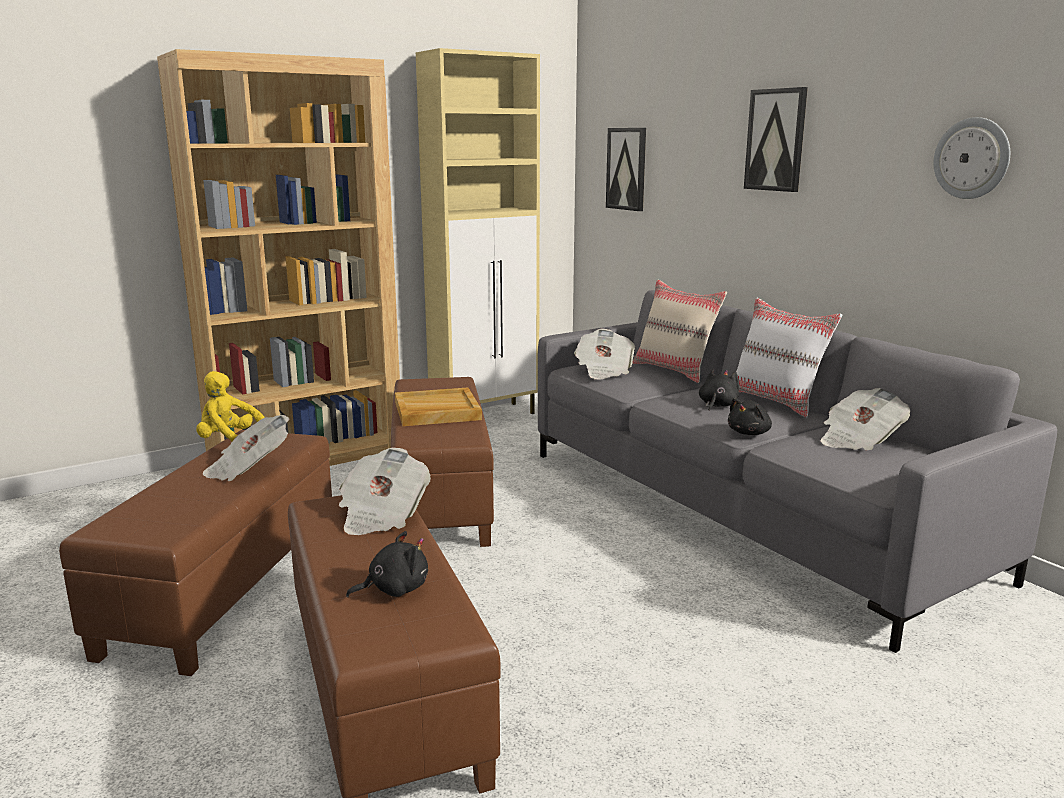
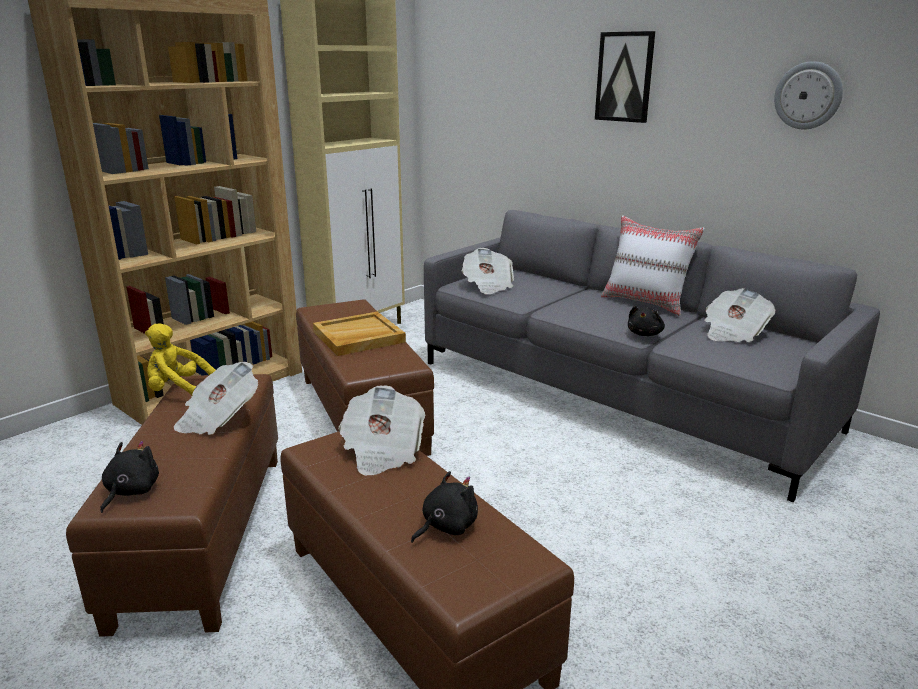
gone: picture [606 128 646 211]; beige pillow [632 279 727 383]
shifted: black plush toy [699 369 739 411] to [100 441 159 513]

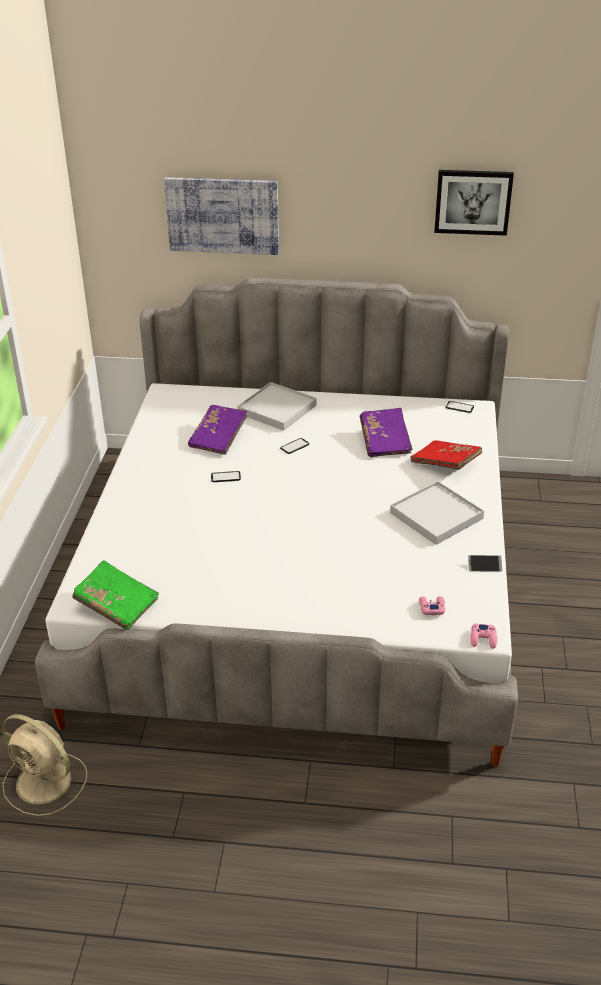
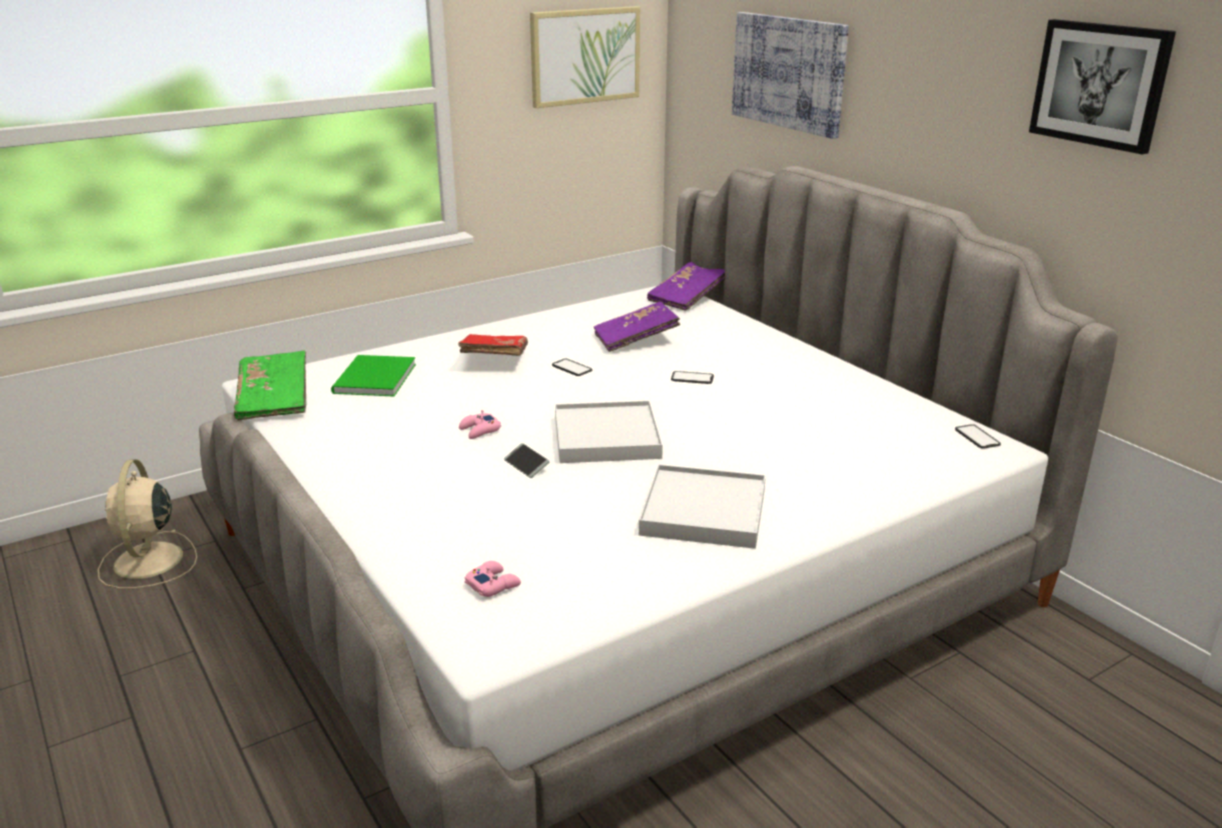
new: green book [331 355 416 397]; picture [530 6 640 108]
shifted: red book [410 440 482 470] to [458 334 528 356]; pink game controller [470 623 497 649] to [459 410 501 439]; phone [468 555 502 572] to [504 443 549 478]; white tray [237 382 317 431] to [555 401 663 463]; purple book [360 408 412 457] to [647 262 725 311]

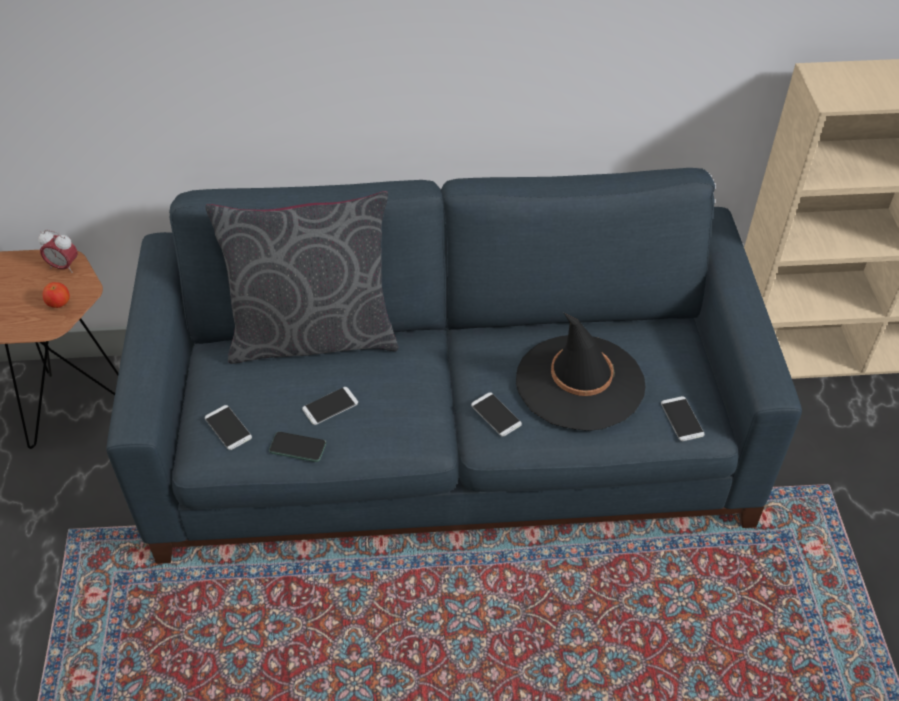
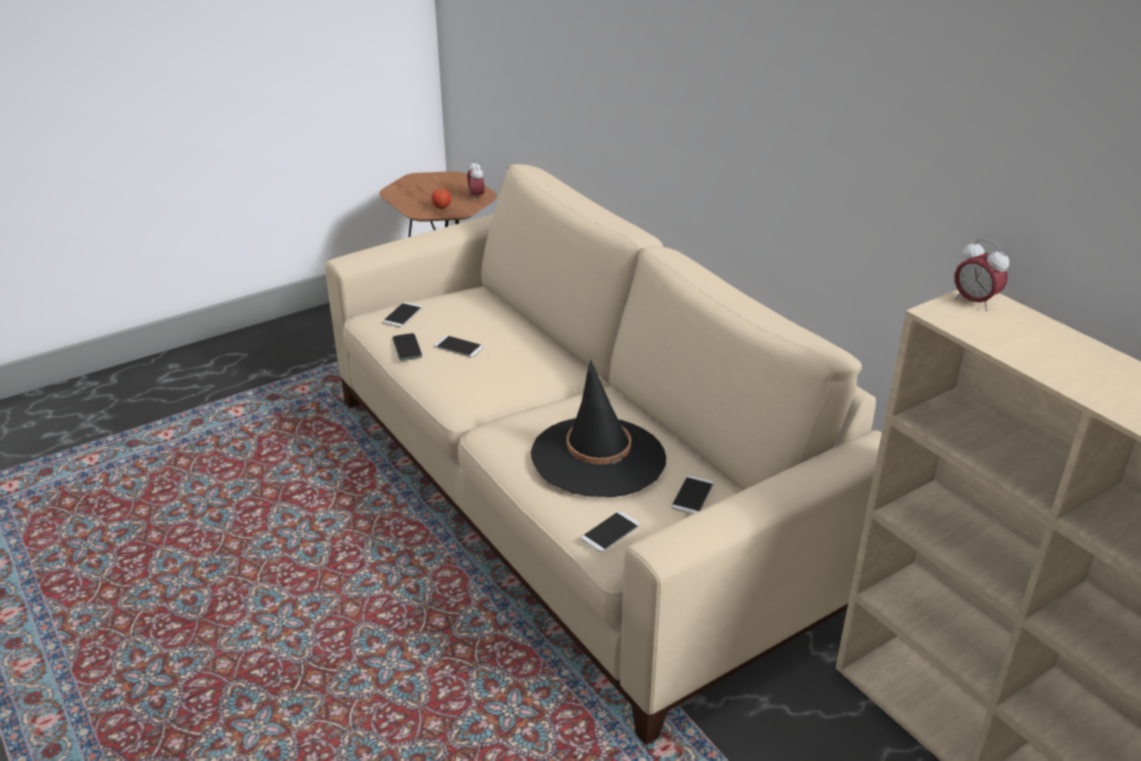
gone: grey pillow [205 191 398 364]
new: alarm clock [954 239 1009 311]
shifted: phone [471 392 522 436] to [671 475 714 514]
repainted: blue sofa [106 168 802 564] to beige sofa [325 164 882 745]

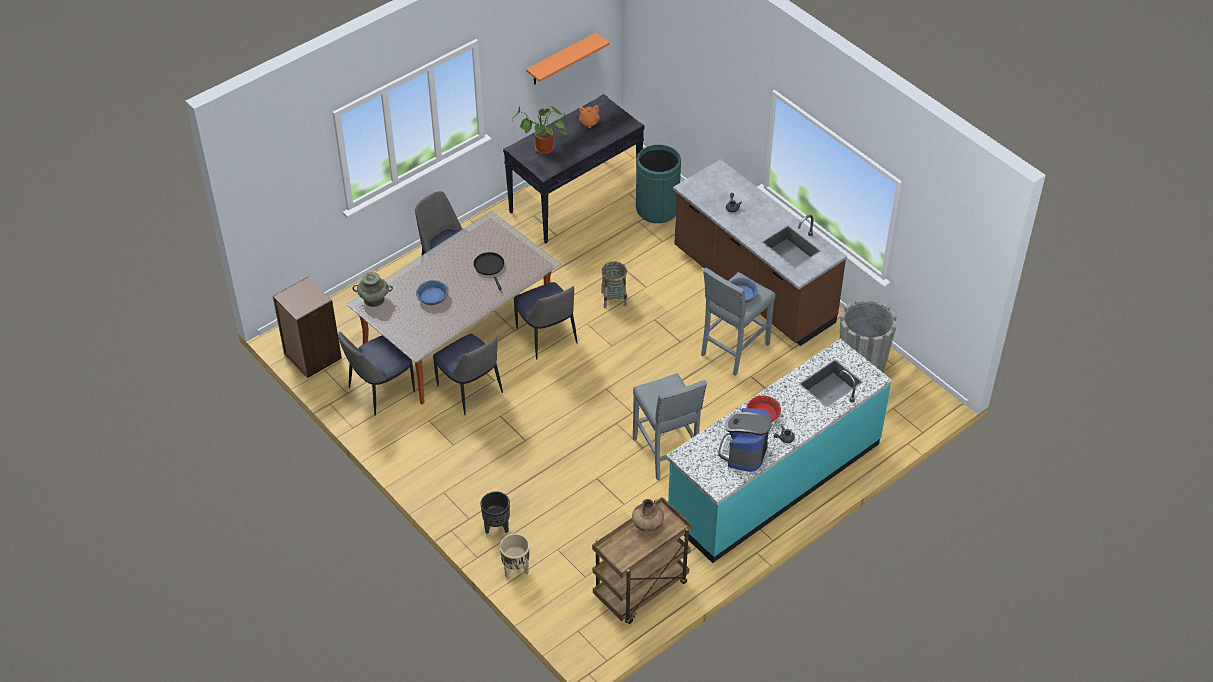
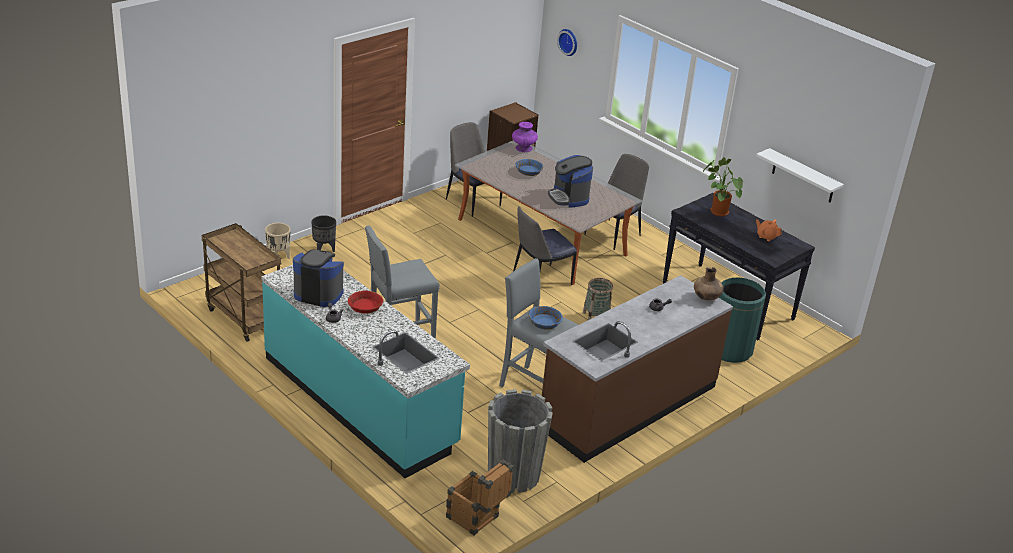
gone: chair [433 334 503 415]
new: crate [446 459 514 535]; wall clock [557 29 577 56]
shifted: brown vase [632 499 664 532] to [694 267 724 301]
swapped: black frying pan [474 252 504 290] to coffee machine [548 155 593 208]
repainted: turquoise vase [352 272 393 307] to purple vase [512 122 538 152]; orange shelf [526 33 609 85] to white shelf [756 148 844 203]

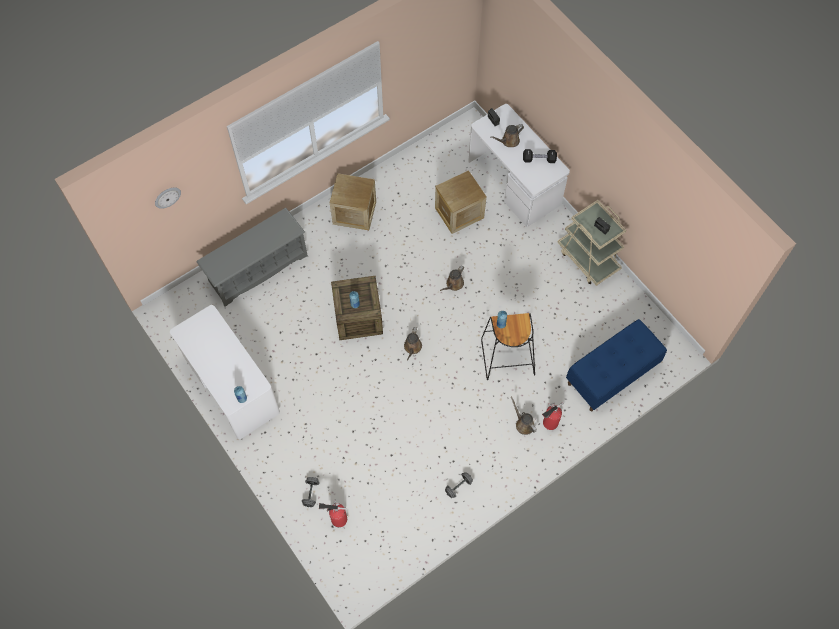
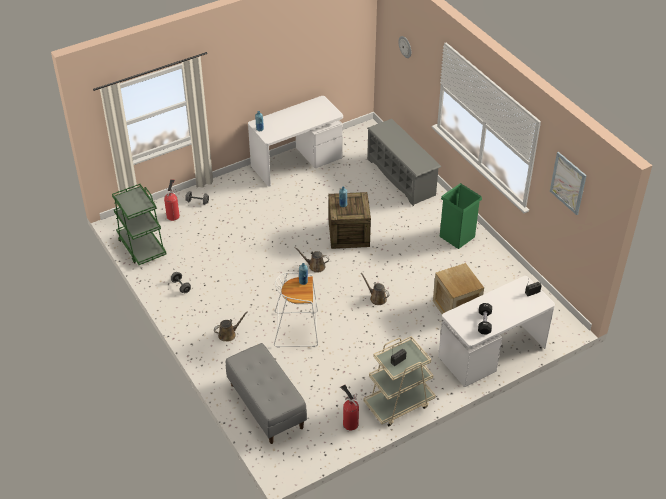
gone: brown watering can [490 124 524 147]
new: green cart [112 184 166 265]; picture [550 152 587 215]
shifted: fire extinguisher [542 402 563 430] to [340 385 359 430]
swapped: crate [330 173 376 230] to green trash can [440 183 482 249]
repainted: blue bench [566 319 667 411] to grey bench [226 343 307 444]; black stool [481 313 535 380] to white stool [274 272 318 348]

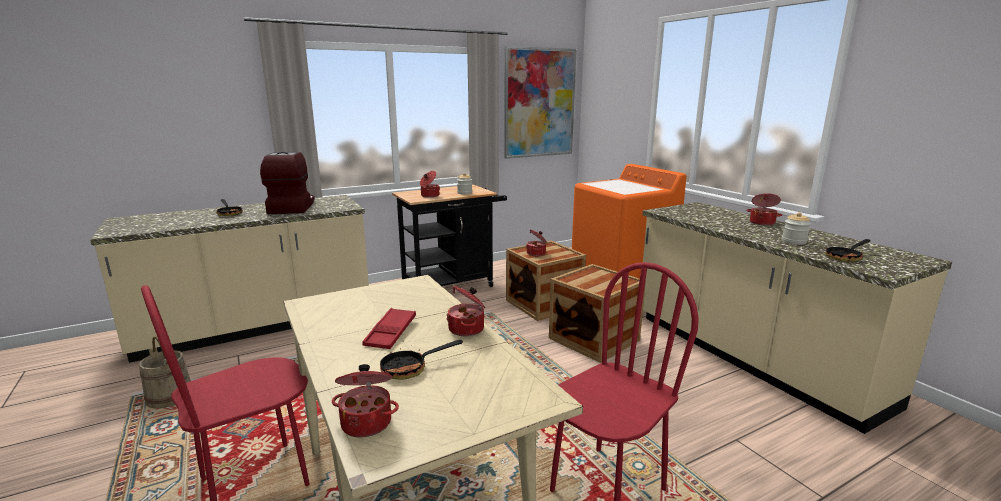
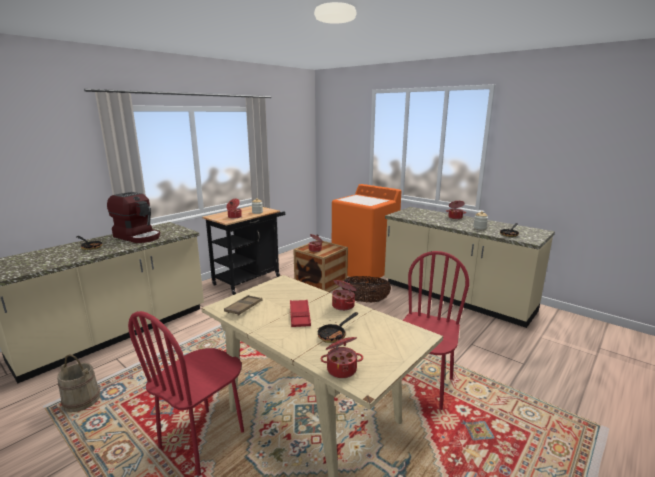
gone: picture [504 46 577 159]
new: brown tray [224 295 262 316]
swapped: crate [549 264 646 363] to basket [342 276 391 302]
rotated: coffee machine [260 152 315 214] = [107 192 160 243] 150 degrees clockwise

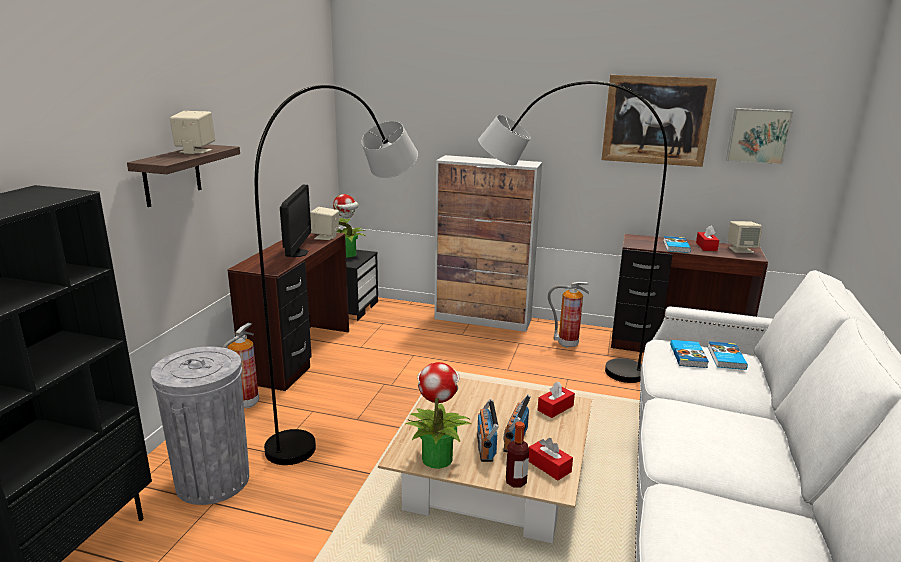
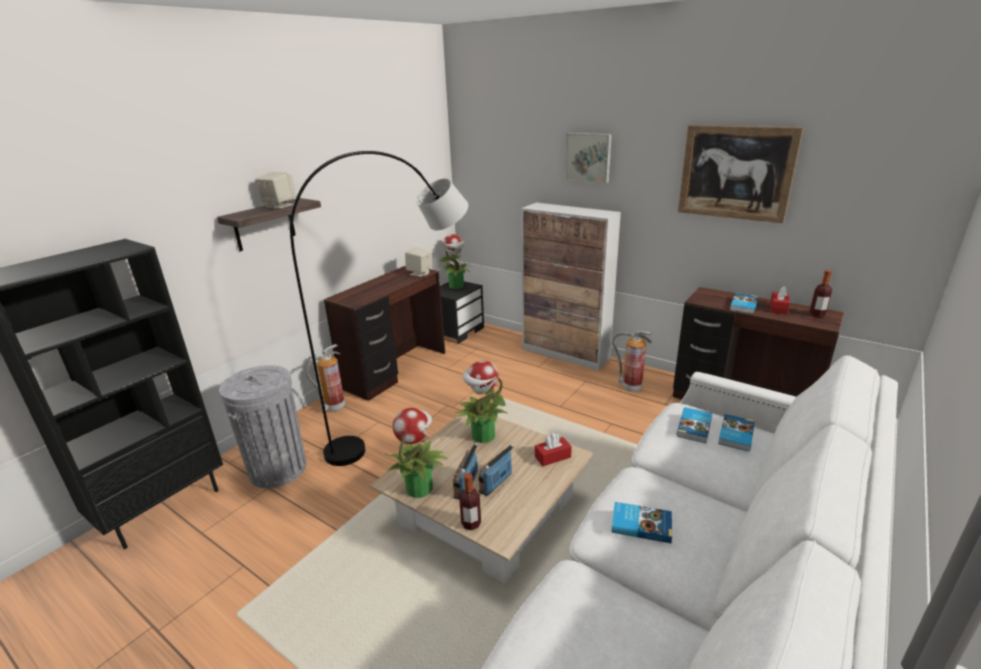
gone: monitor [280 185 311 257]; grey floor lamp [478 81 667 383]; red tissue box [529 438 573 481]
new: potted plant [456 361 508 443]; book [612 502 672 543]
shifted: picture [726 108 793 165] to [565 133 612 183]
swapped: beige speaker [727 221 762 253] to bottle [809 270 832 317]

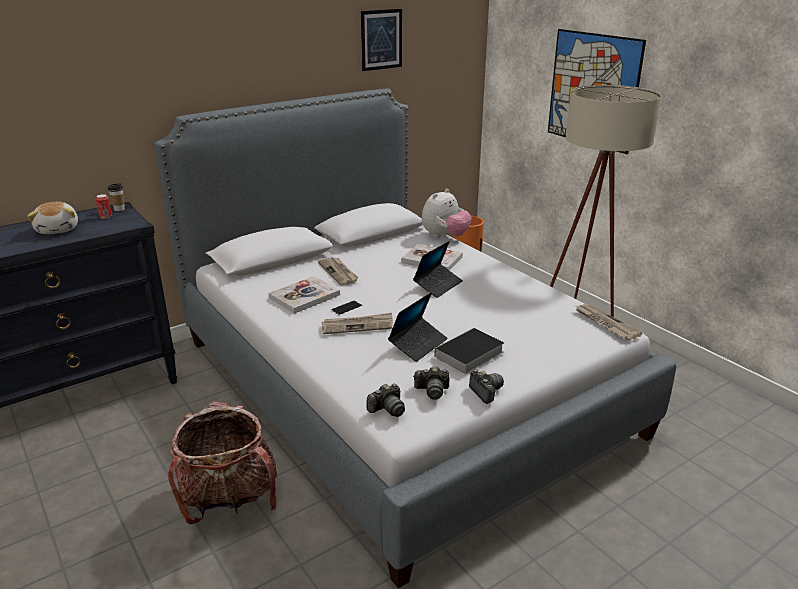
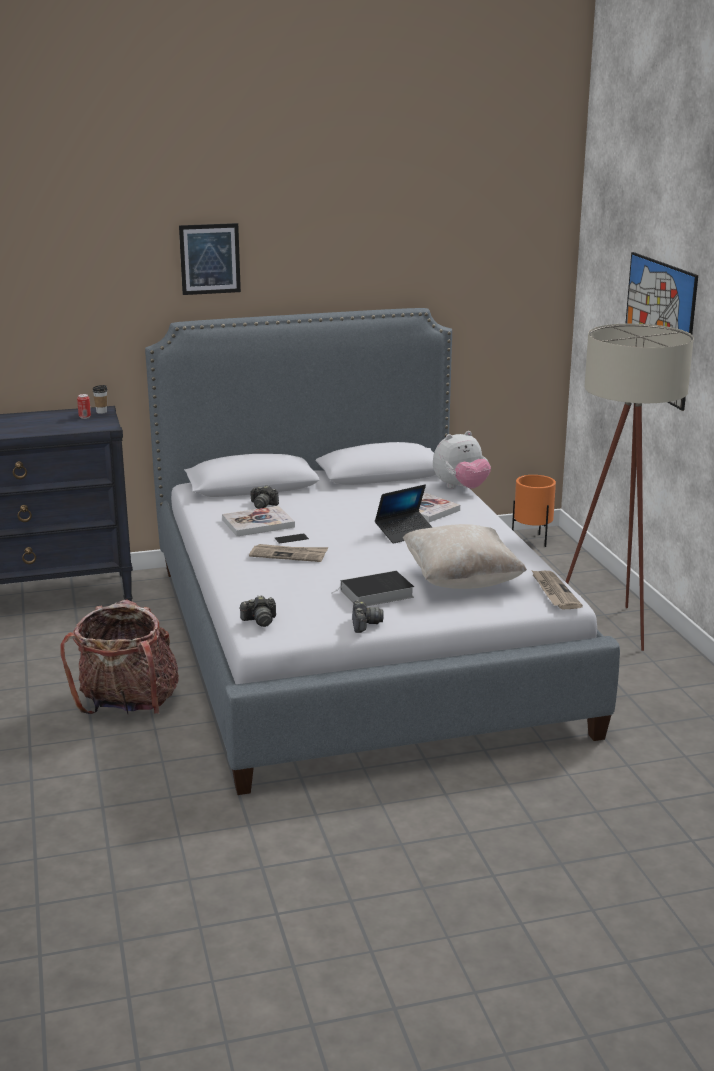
gone: plush toy [27 202 78 234]; newspaper [318 257 359 286]; laptop [388 292 448 362]
new: beige pillow [403 524 527 589]
shifted: picture [361 9 402 71] to [179 223 241 295]; photo camera [413 366 449 400] to [250 485 279 509]

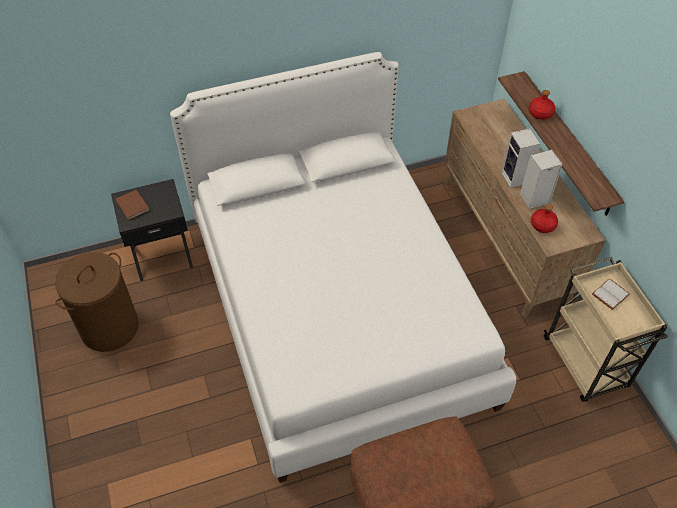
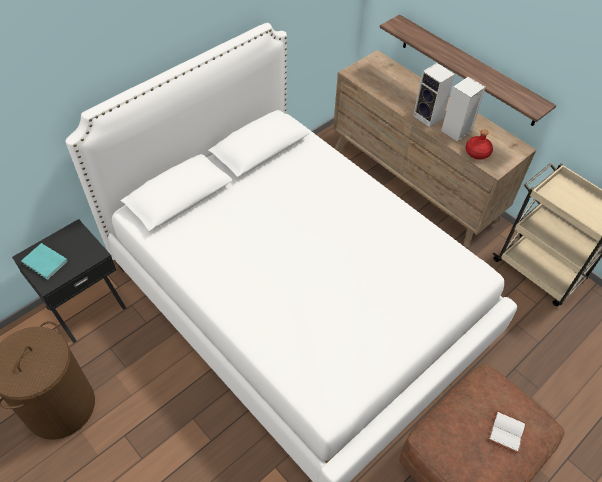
gone: red bottle [529 90 555 120]
shifted: white book [592 278 630 310] to [488 411 526 454]
repainted: brown book [115 190 150 220] to turquoise book [21 243 68 280]

